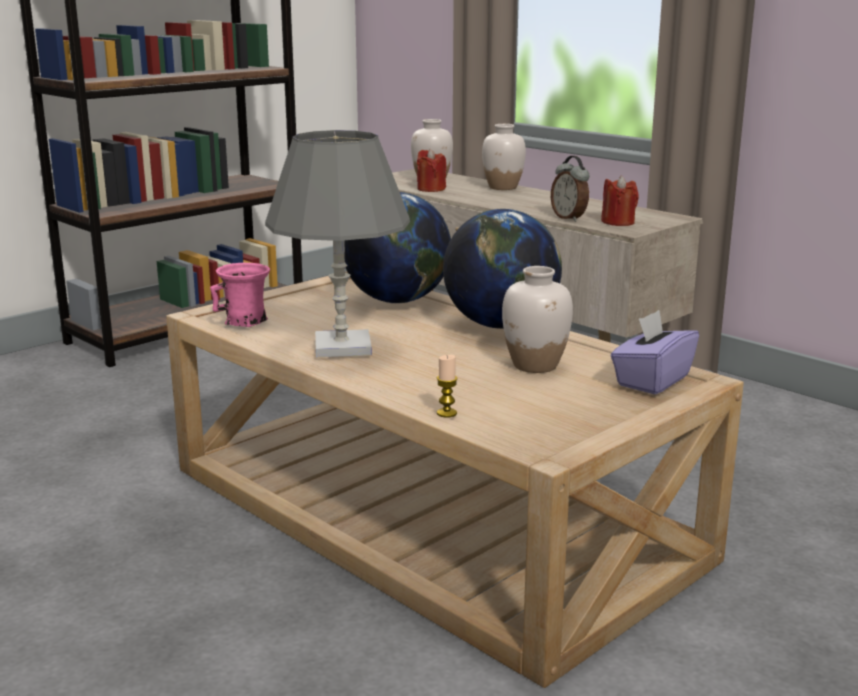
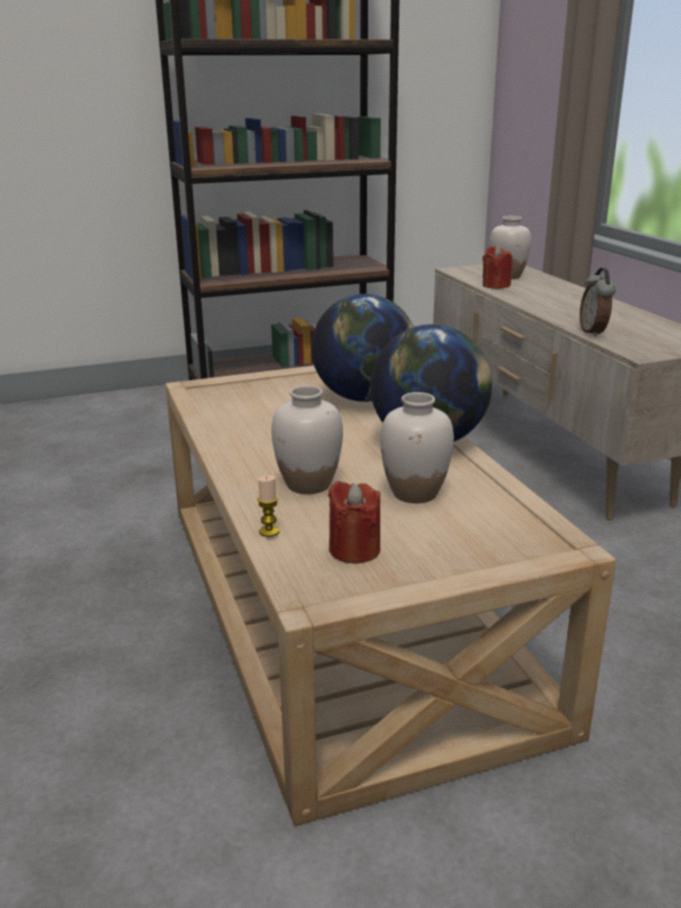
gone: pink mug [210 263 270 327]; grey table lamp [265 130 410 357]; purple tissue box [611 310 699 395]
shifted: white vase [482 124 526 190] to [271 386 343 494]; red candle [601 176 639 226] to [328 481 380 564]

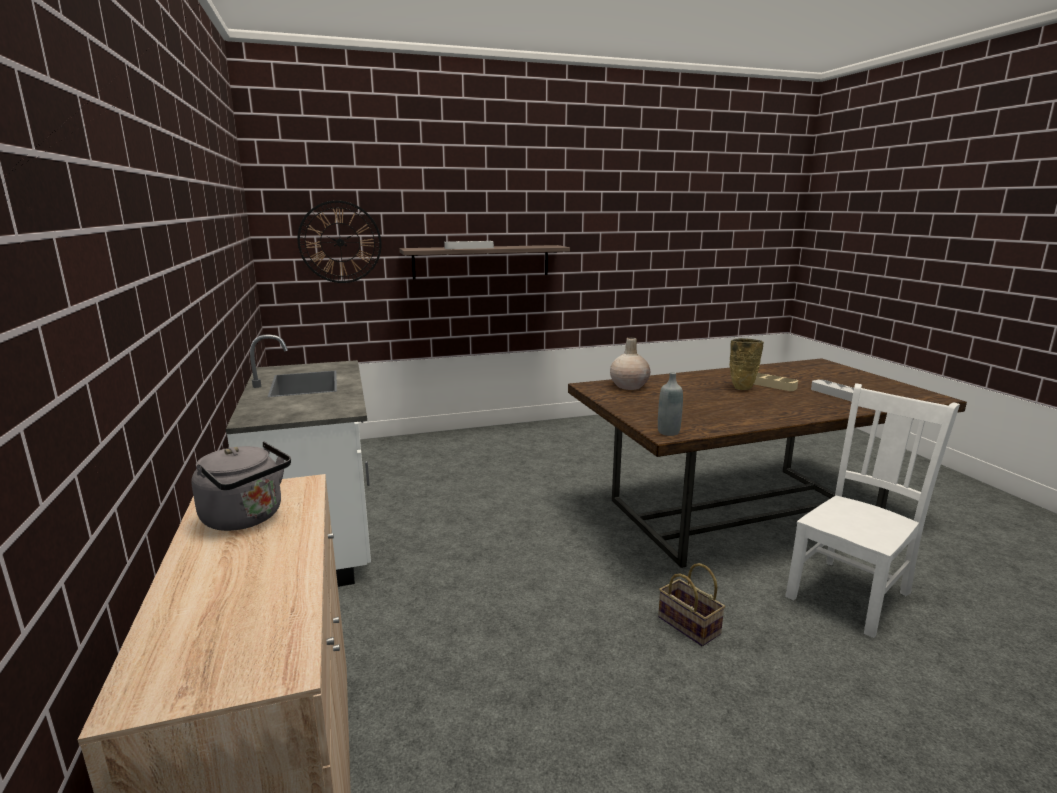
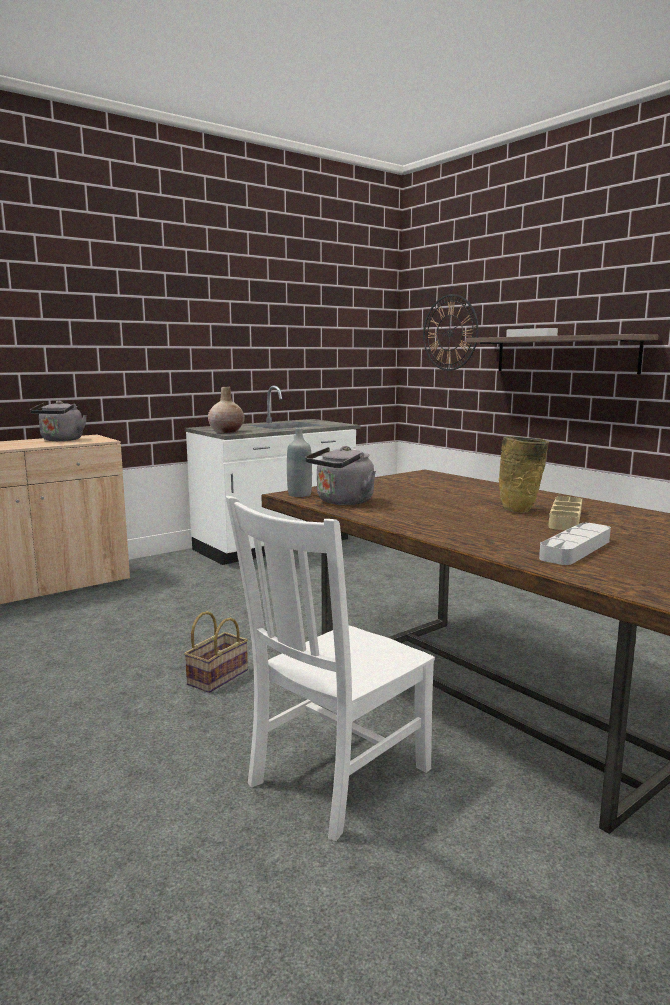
new: grey kettle [305 446 376 505]
shifted: beige vase [610 337 650 390] to [208 387 244 433]
rotated: white chair [785 383 960 638] = [226 496 435 841] 105 degrees clockwise

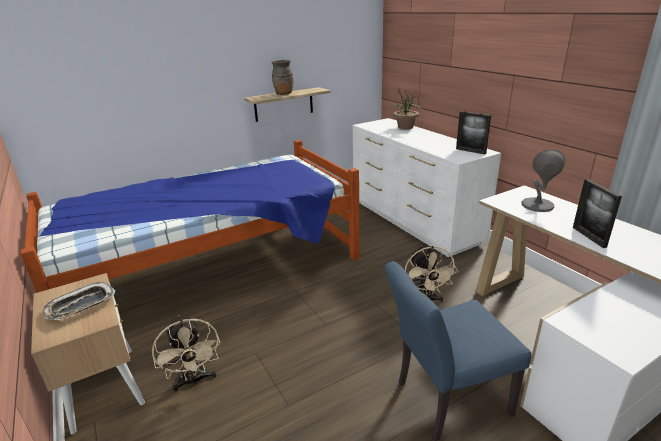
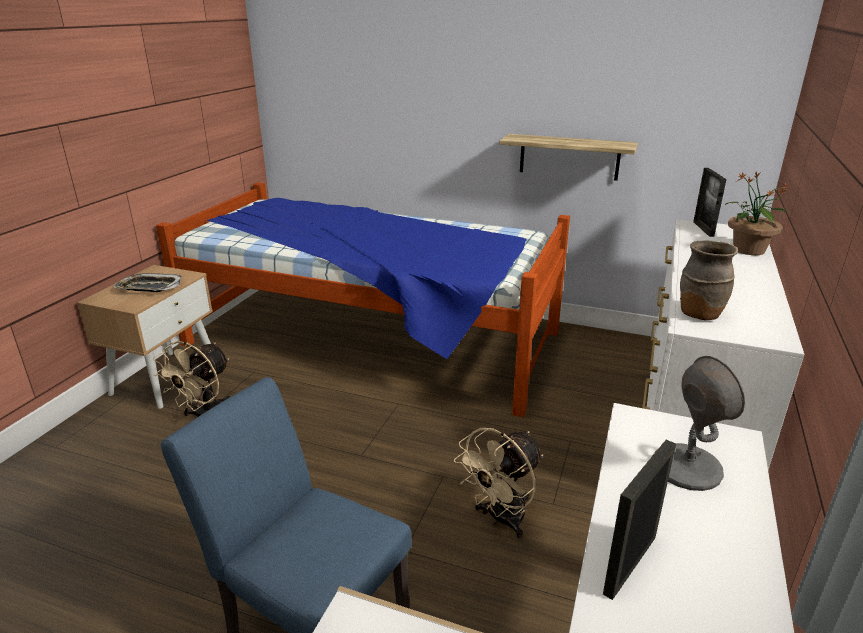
shifted: brown vase [271 60 293 95] to [680 240 738 321]; picture frame [456 111 491 154] to [693 168 727 237]

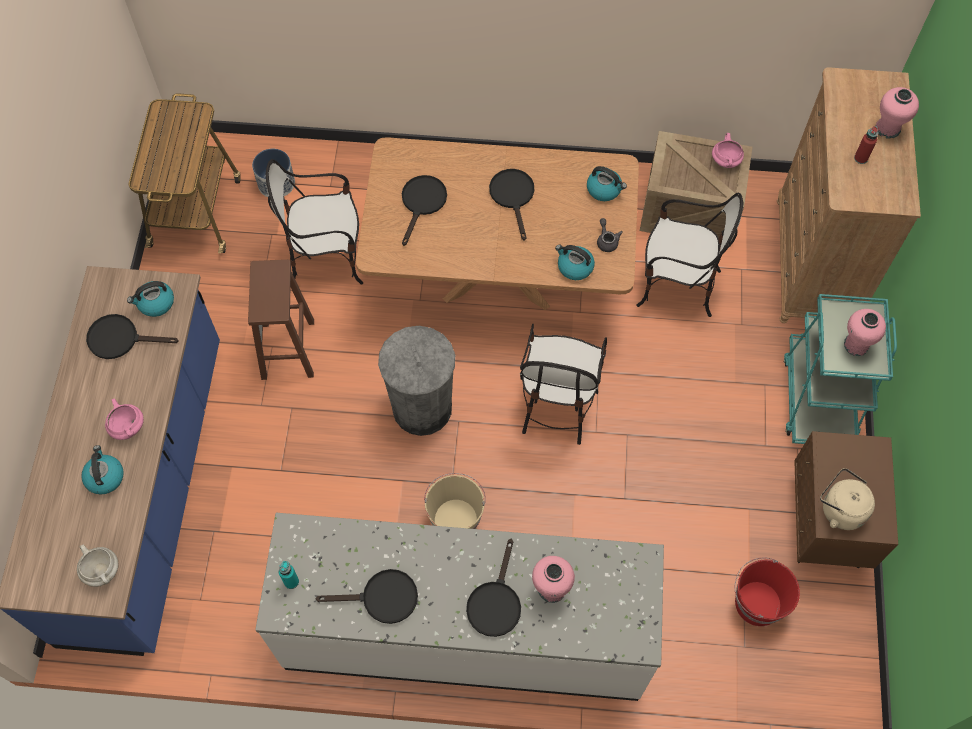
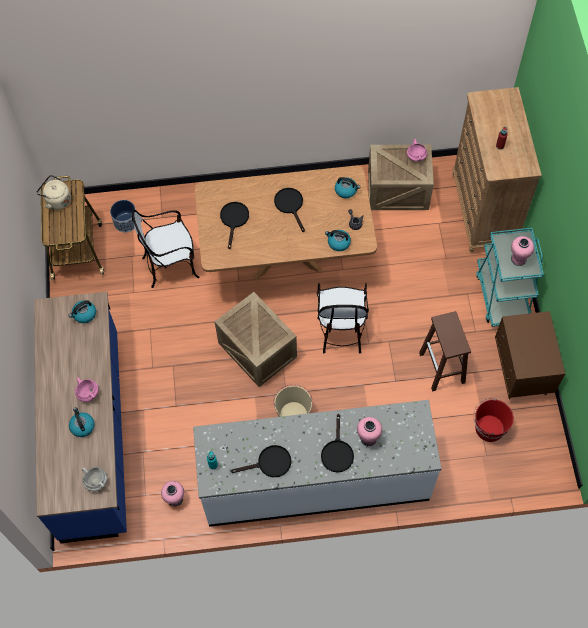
gone: black frying pan [86 314 179 359]; chair [636 193 744 317]
shifted: beige kettle [820 468 875 530] to [36 175 71 210]; pink vase [875 87 919 139] to [161 481 184 507]; brown stool [248 259 314 380] to [419 311 471 392]
swapped: grey trash can [378 326 455 436] to crate [214 292 297 387]

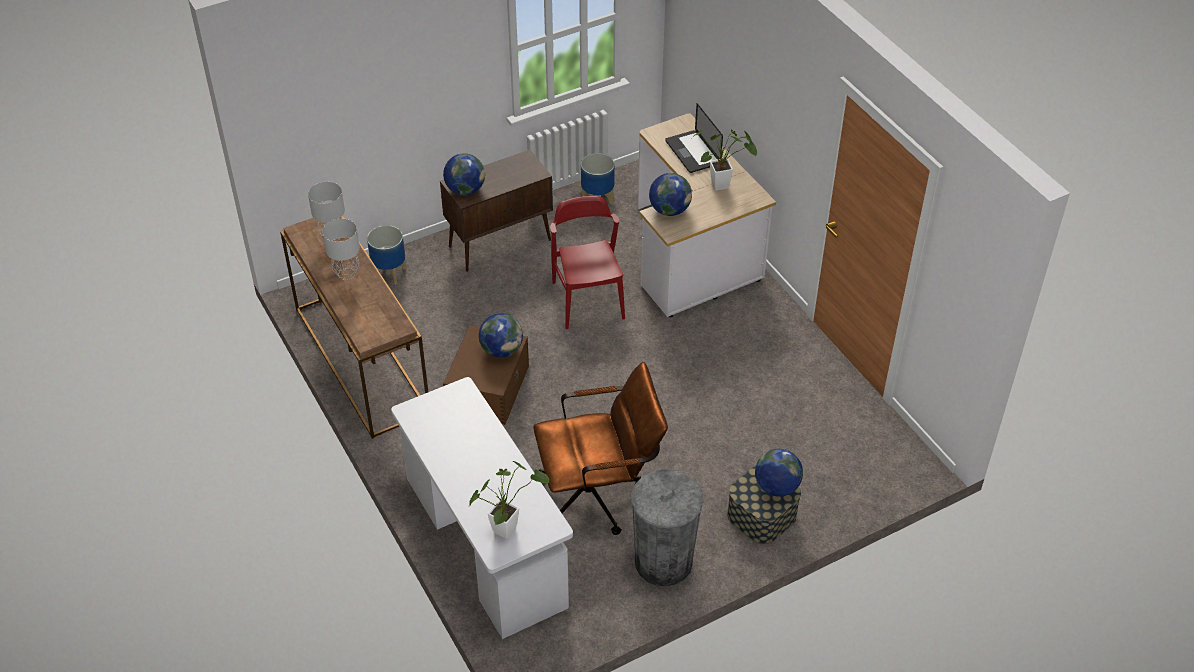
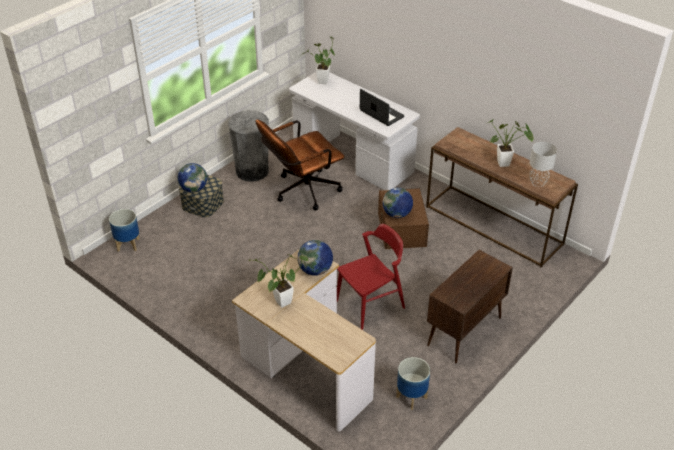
gone: globe [443 153 485 195]
shifted: planter [367 225 407 284] to [109 209 139 252]; laptop [665 103 723 173] to [360 89 404 126]
swapped: grey table lamp [322 219 360 280] to potted plant [485 119 533 167]
rotated: red chair [550 196 625 329] = [337 224 405 330] 90 degrees counterclockwise

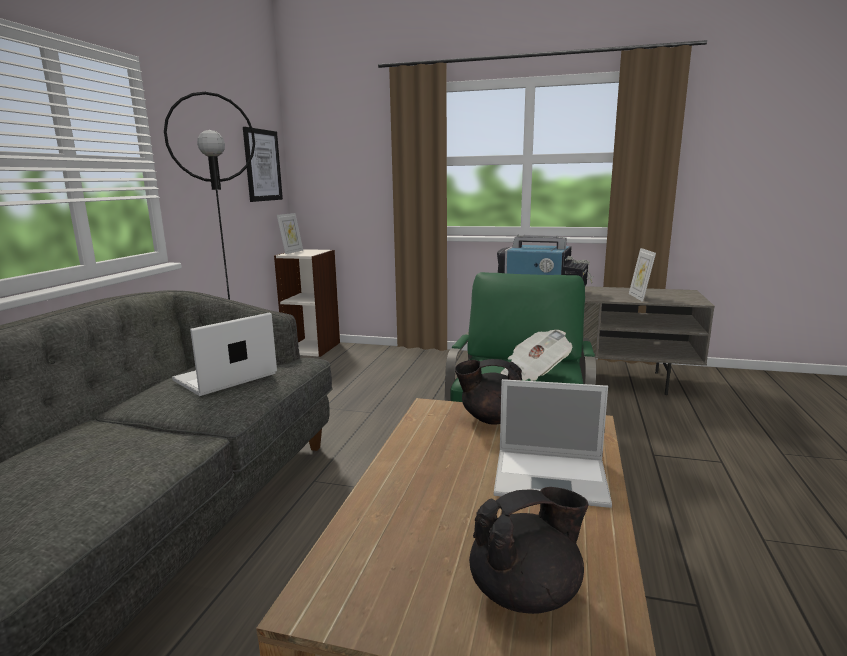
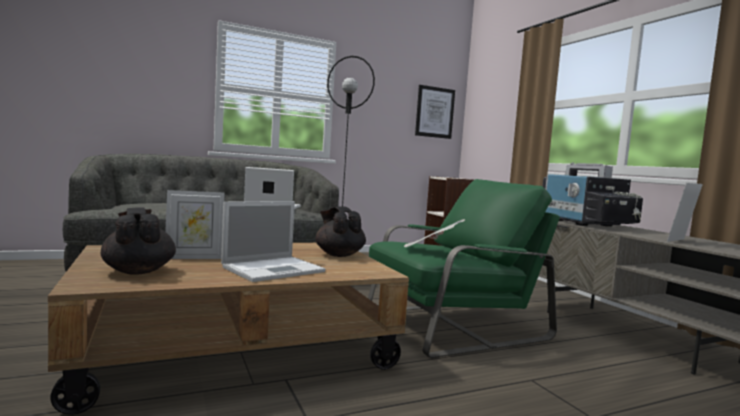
shifted: picture frame [277 213 303 254] to [165 190 224 259]
rotated: black teapot [469 487 589 614] = [101 208 176 275] 150 degrees counterclockwise; laptop [494 379 612 508] = [221 201 326 282] 105 degrees counterclockwise

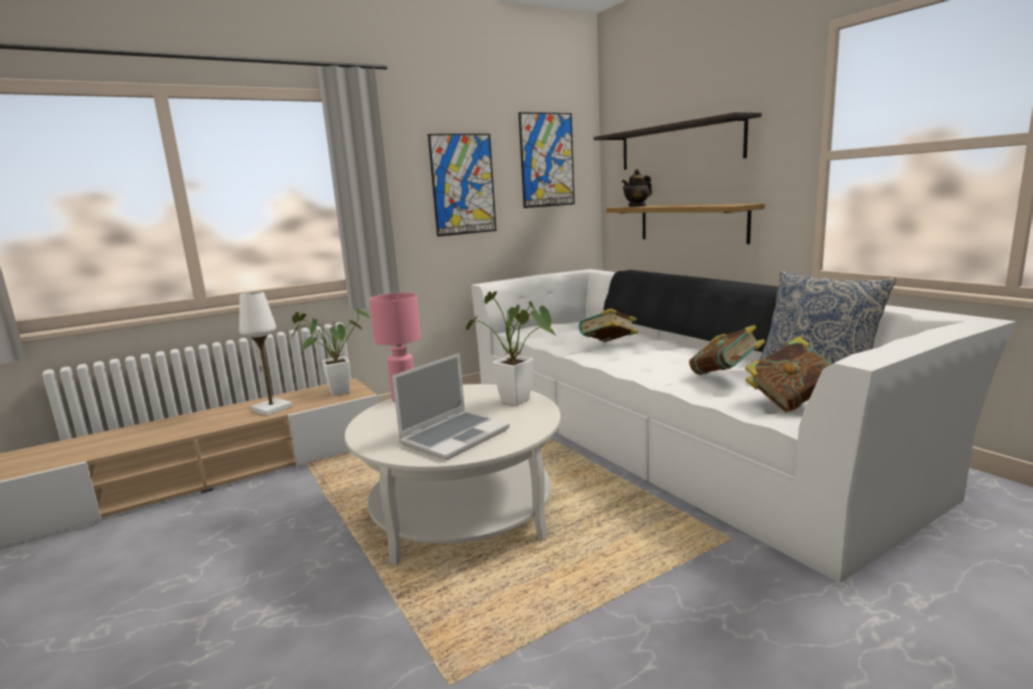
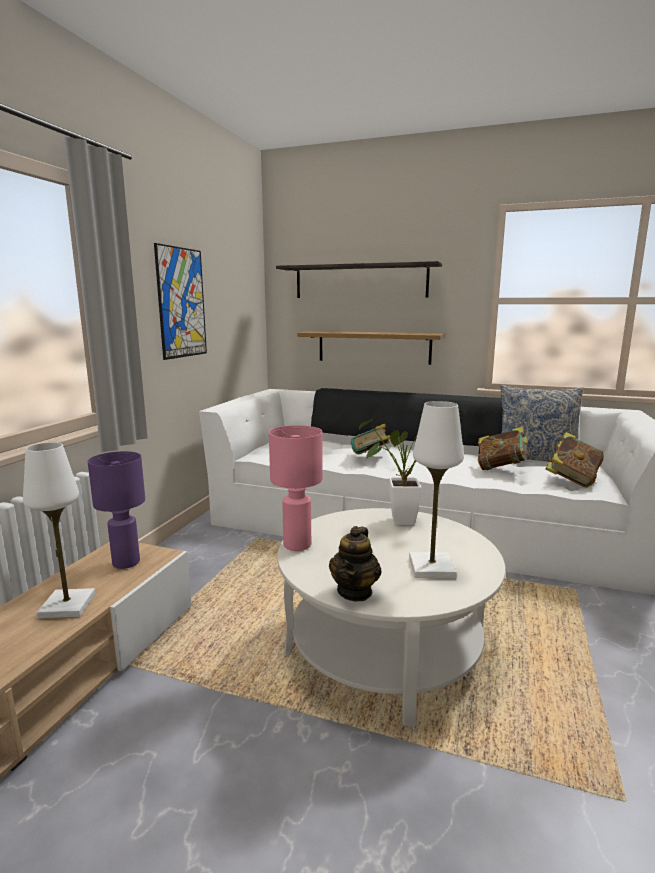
gone: picture [518 112 575 208]
shifted: teapot [622 169 652 207] to [329 526 381 601]
swapped: potted plant [290 308 371 396] to purple table lamp [88 451 145 569]; laptop [392 353 510 460] to white table lamp [409 401 464 578]

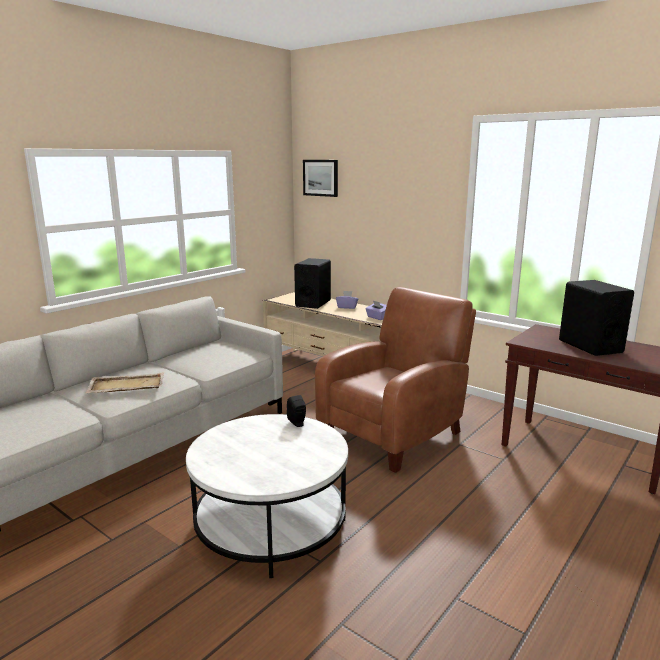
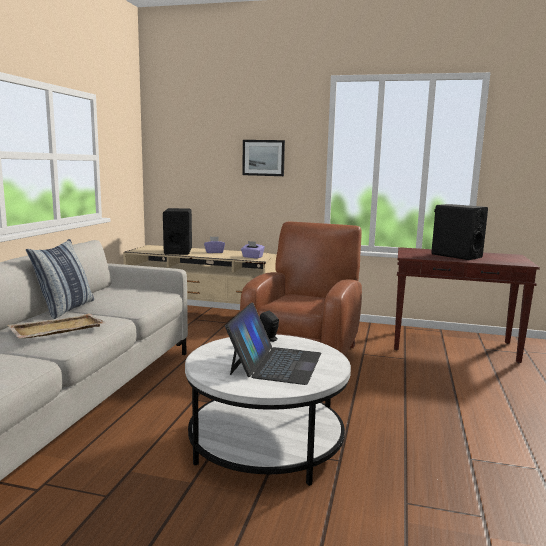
new: pillow [26 239 94 319]; laptop [225 302 321 385]
shifted: picture [303 160 338 197] to [242 140 285 176]

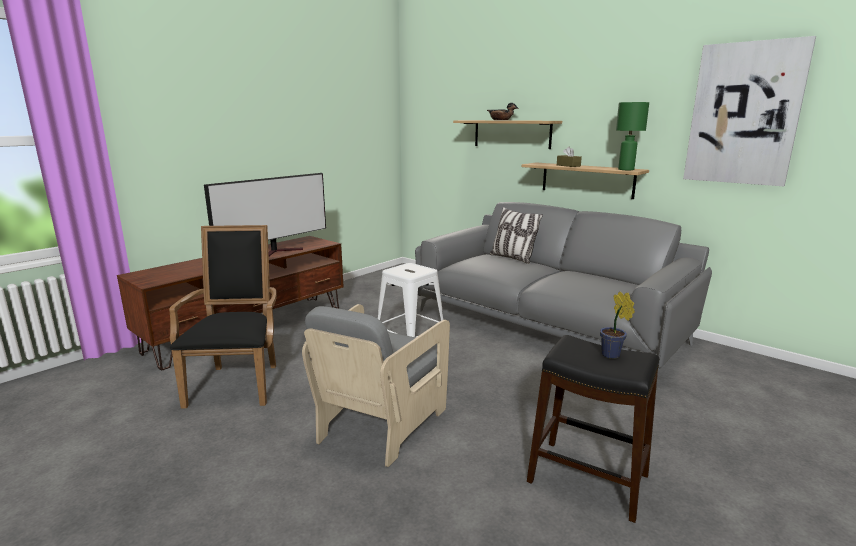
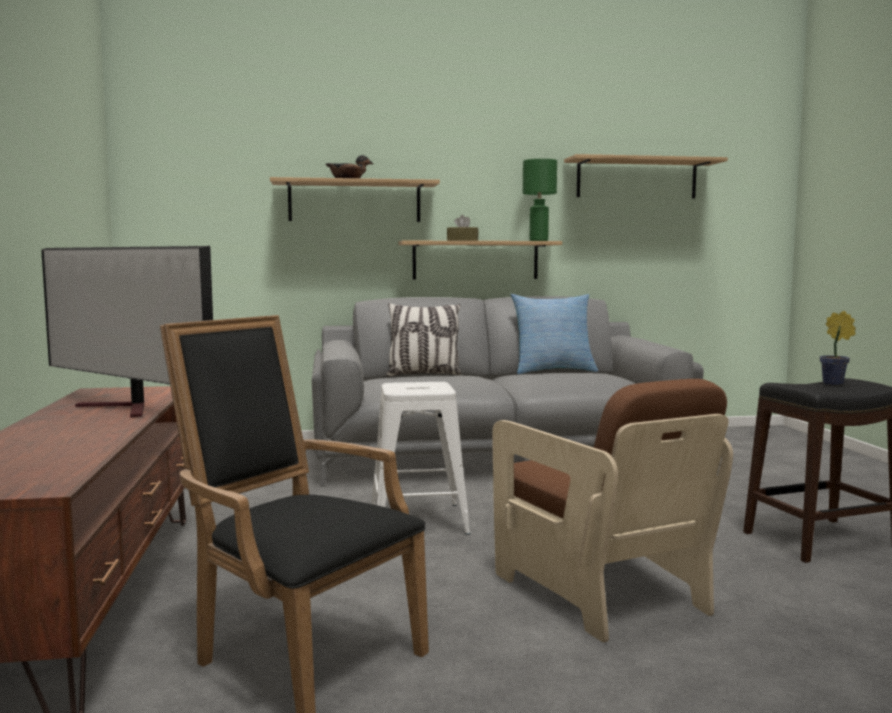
new: pillow [511 294 598 374]
swapped: picture [683 36 816 186] to shelf [564 154 728 199]
repainted: grey armchair [302 304 450 467] to brown armchair [492 379 733 642]
rotated: television [204 173 326 256] = [41 246 213 418] 135 degrees clockwise

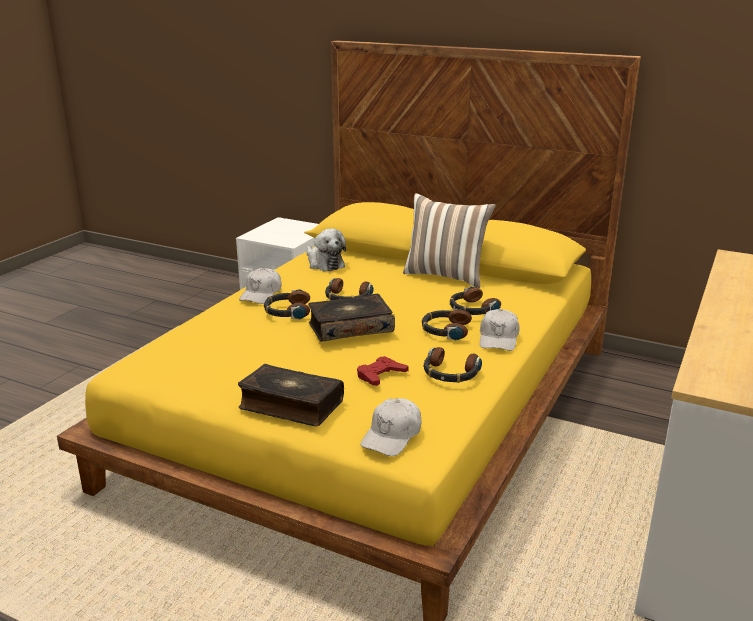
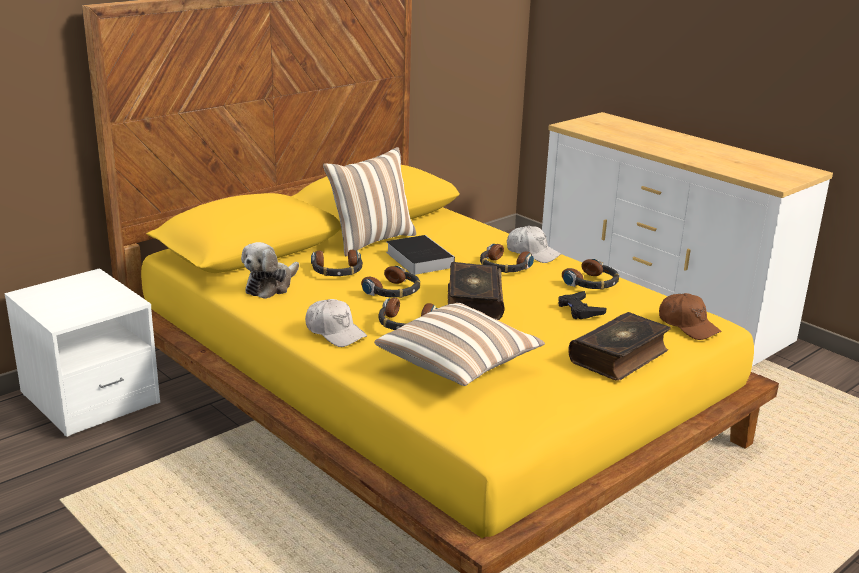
new: pillow [374 303 545 386]; book [386 235 455 275]
shifted: headphones [450 287 501 315] to [311 250 363 276]
repainted: red game controller [357 356 409 386] to black game controller [558 291 607 319]; white cap [360 398 422 456] to brown cap [659 293 722 340]
rotated: plush toy [306 228 346 271] = [241 242 299 299] 135 degrees clockwise

